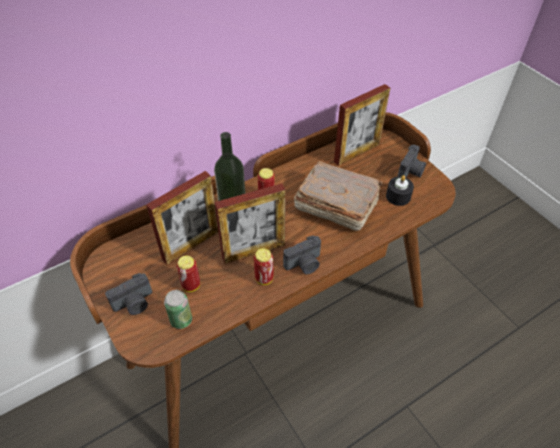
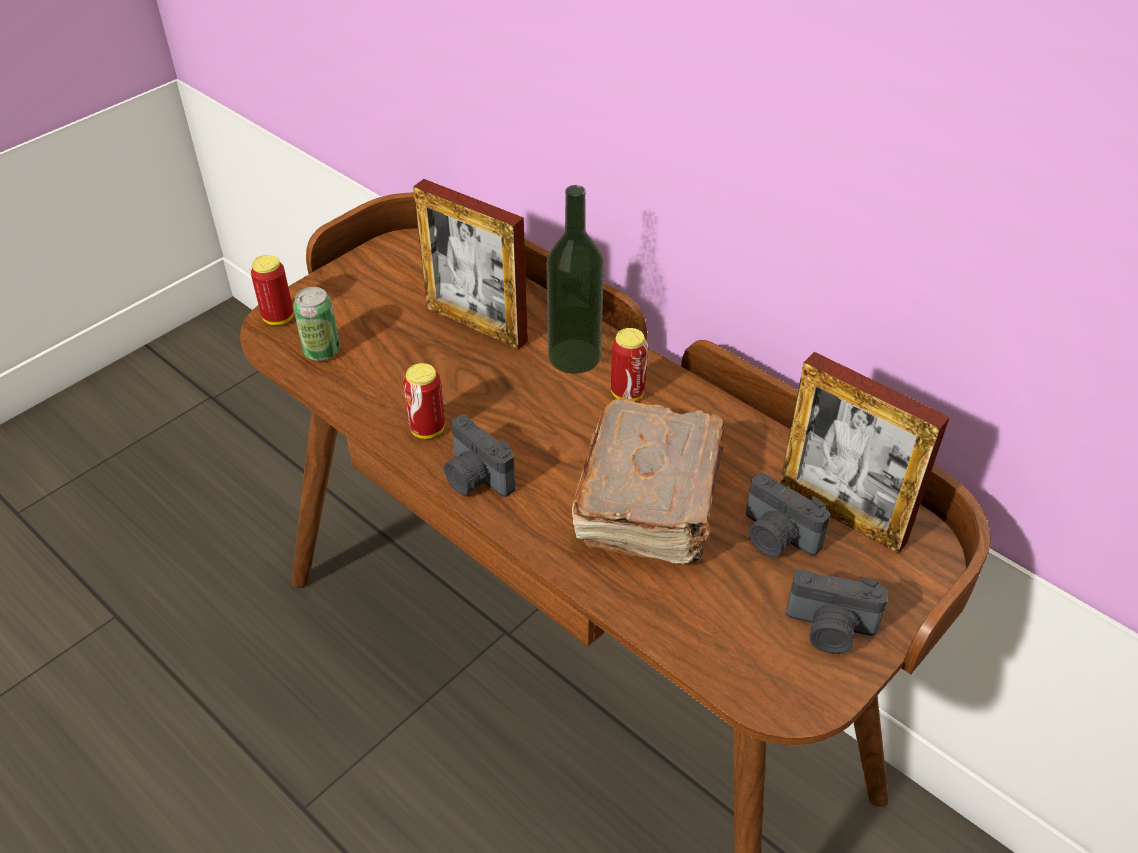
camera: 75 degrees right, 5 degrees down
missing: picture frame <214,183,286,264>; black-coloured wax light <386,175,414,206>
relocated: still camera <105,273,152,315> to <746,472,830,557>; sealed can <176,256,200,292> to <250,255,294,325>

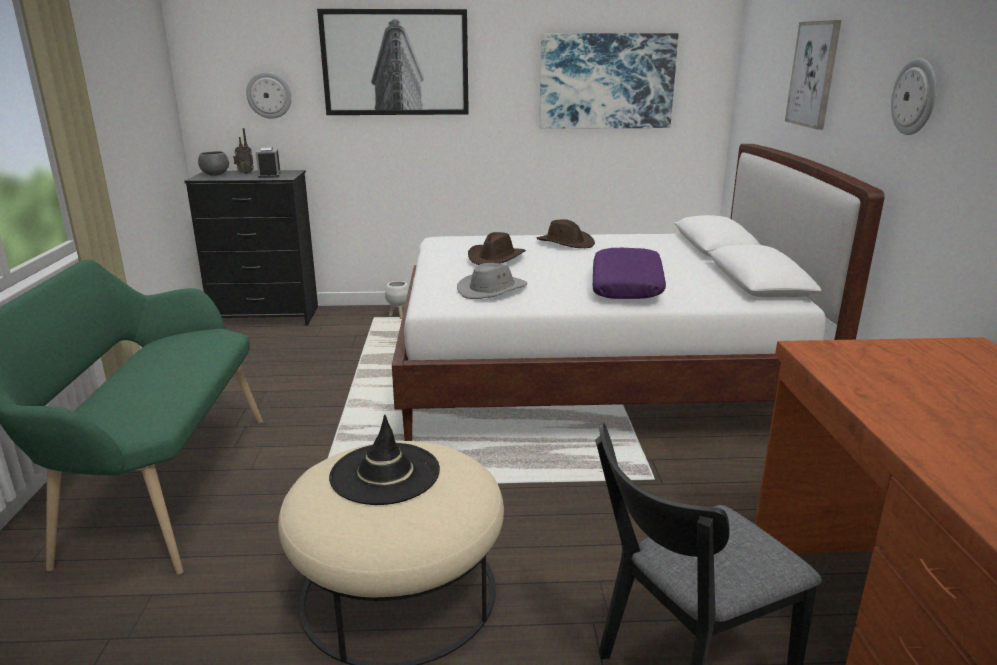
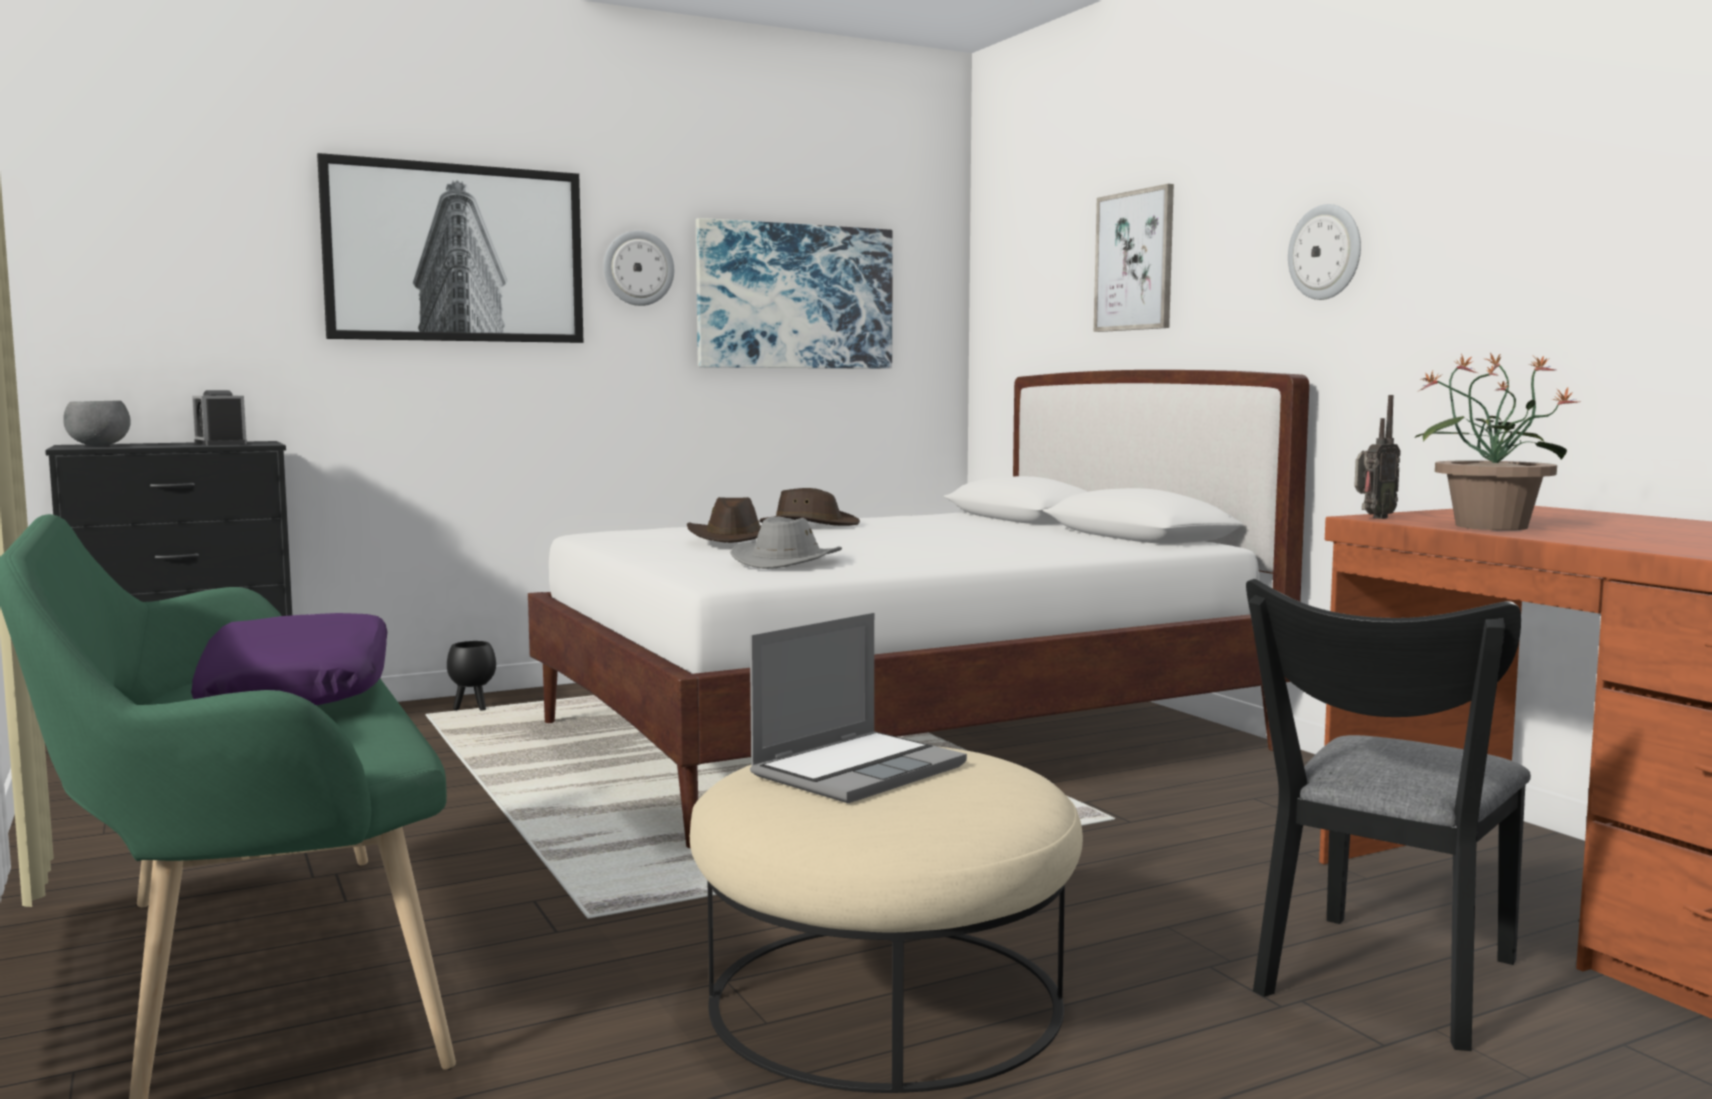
camera: 25 degrees left, 15 degrees down
appeared: potted plant <1415,353,1579,530>
relocated: radio set <233,128,254,174> to <1354,395,1400,519>; wall clock <246,72,292,119> to <604,231,674,306>; purple pillow <592,248,666,299> to <191,613,387,705>
exchanged: black-coloured wearable hat <329,415,440,505> to notebook computer <750,613,967,803>
colour: white-coloured flower pot <385,281,409,319> to black-coloured flower pot <447,641,496,710>

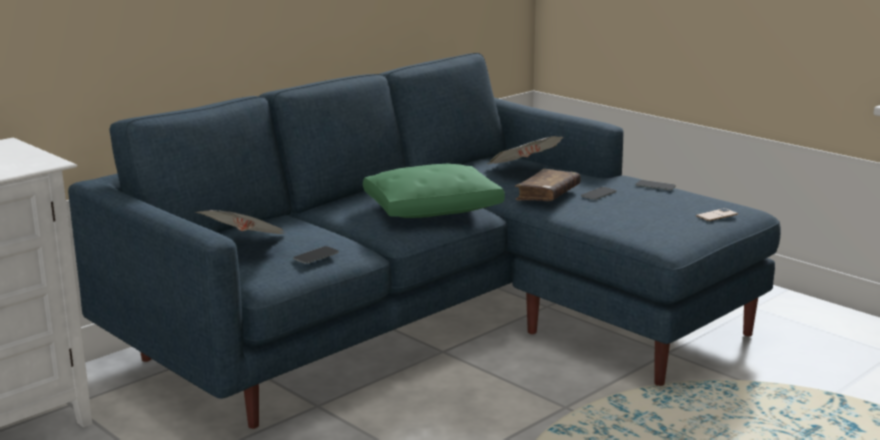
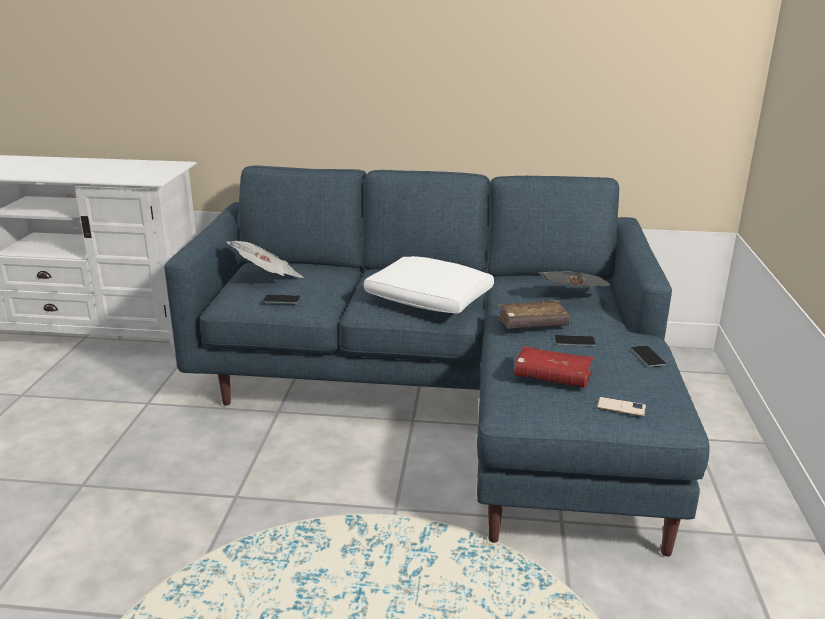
camera: 50 degrees right, 5 degrees up
appeared: reddish bound book <514,346,594,388>
colour: green pillow <363,164,505,218> to white-coloured pillow <364,256,494,314>

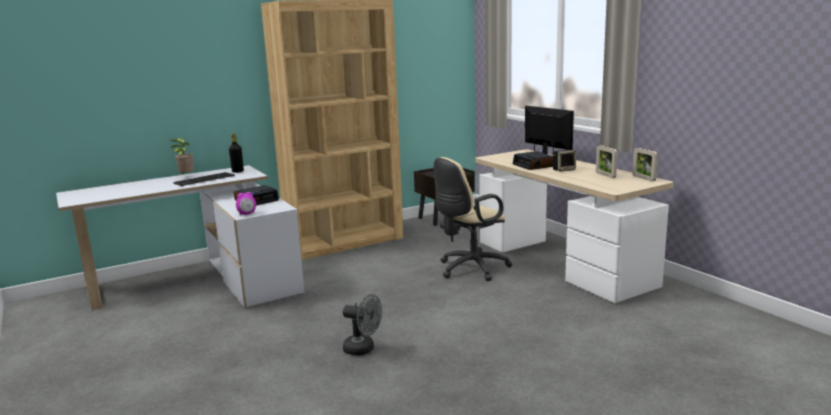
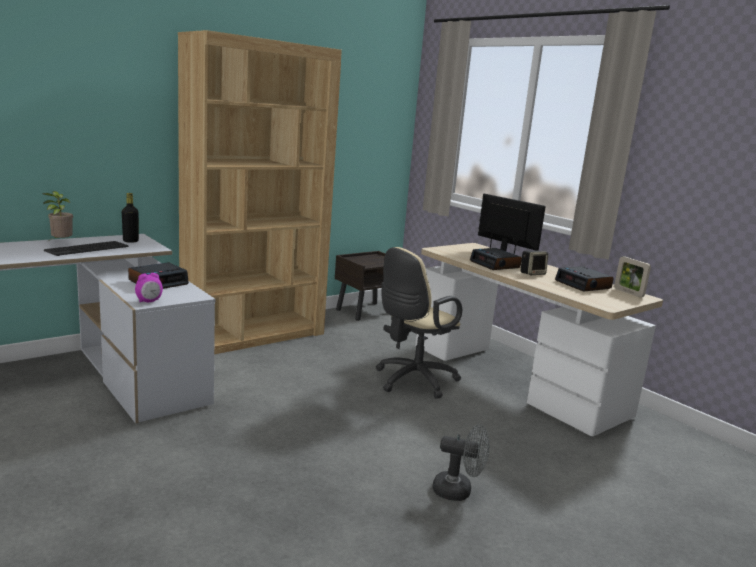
camera: 10 degrees left, 0 degrees up
relocated: greyish cooling fan <343,294,382,355> to <433,424,490,501>
exchanged: picture frame <596,145,617,178> to table clock <555,266,614,292>

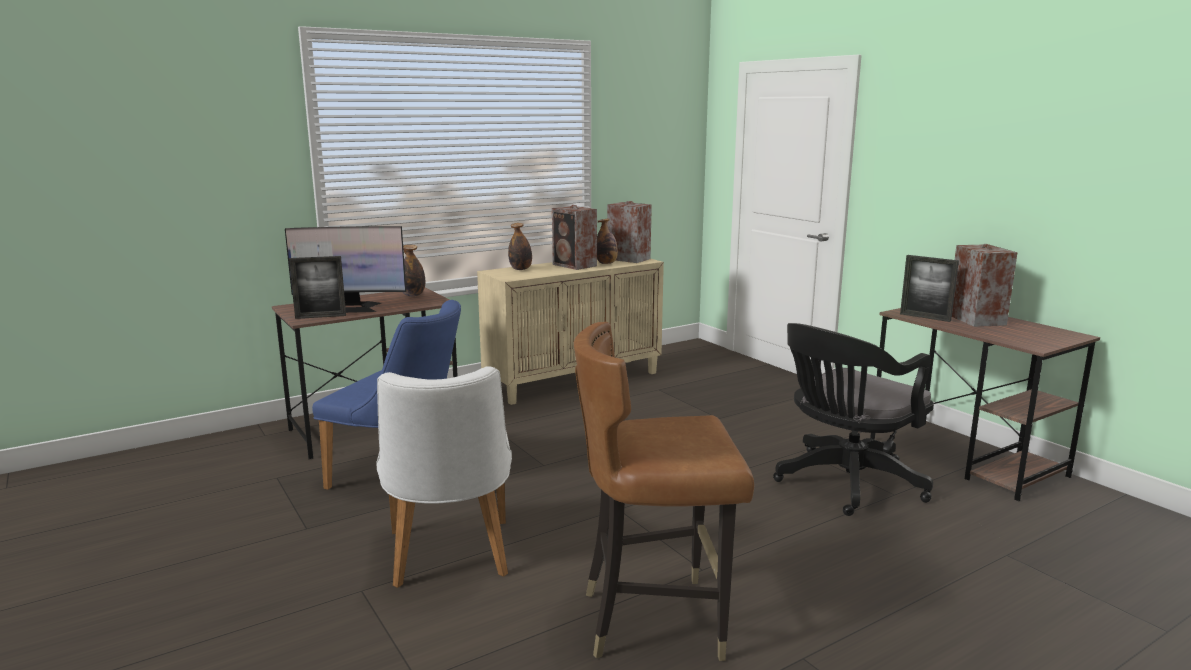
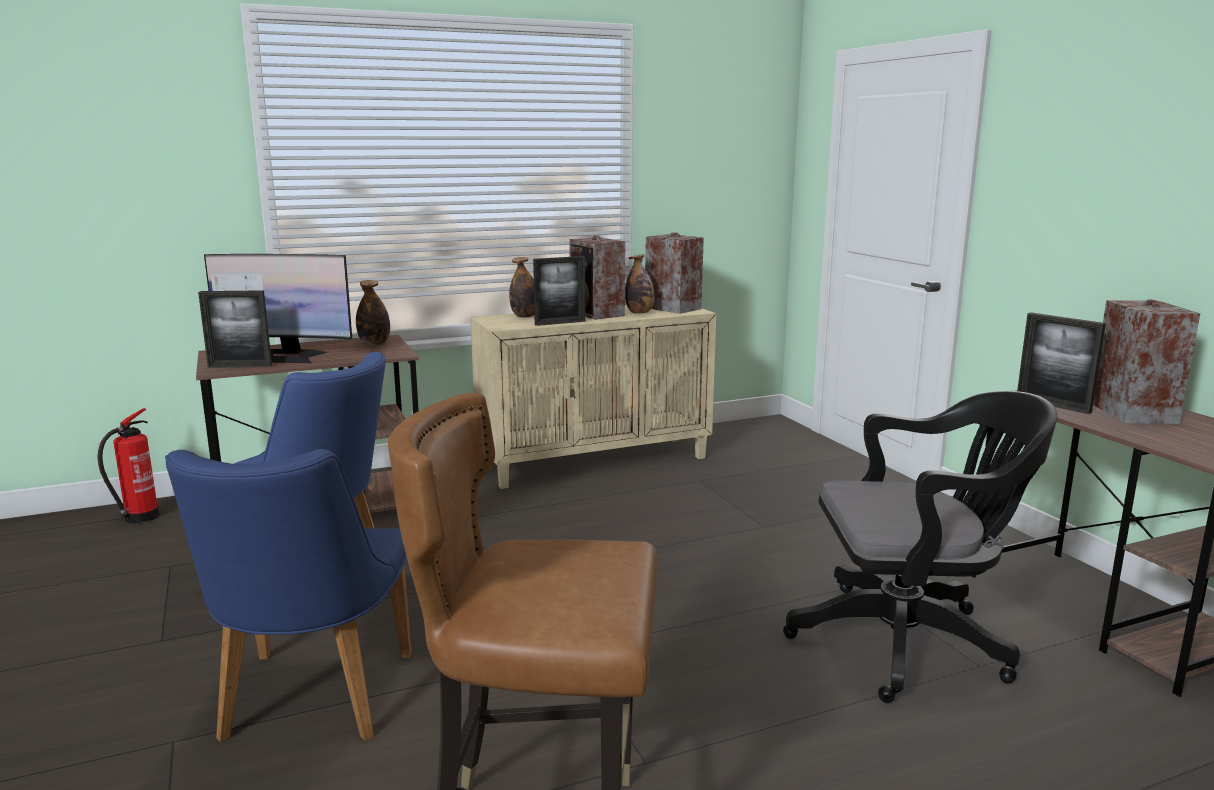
camera: 10 degrees right, 0 degrees up
appeared: extinguisher <97,408,159,524>; picture frame <533,256,585,326>
colour: white-coloured chair <376,366,512,588> to blue chair <165,449,412,742>
spun: black-coloured office chair <773,323,934,516> = <783,391,1057,703> 150 degrees counterclockwise

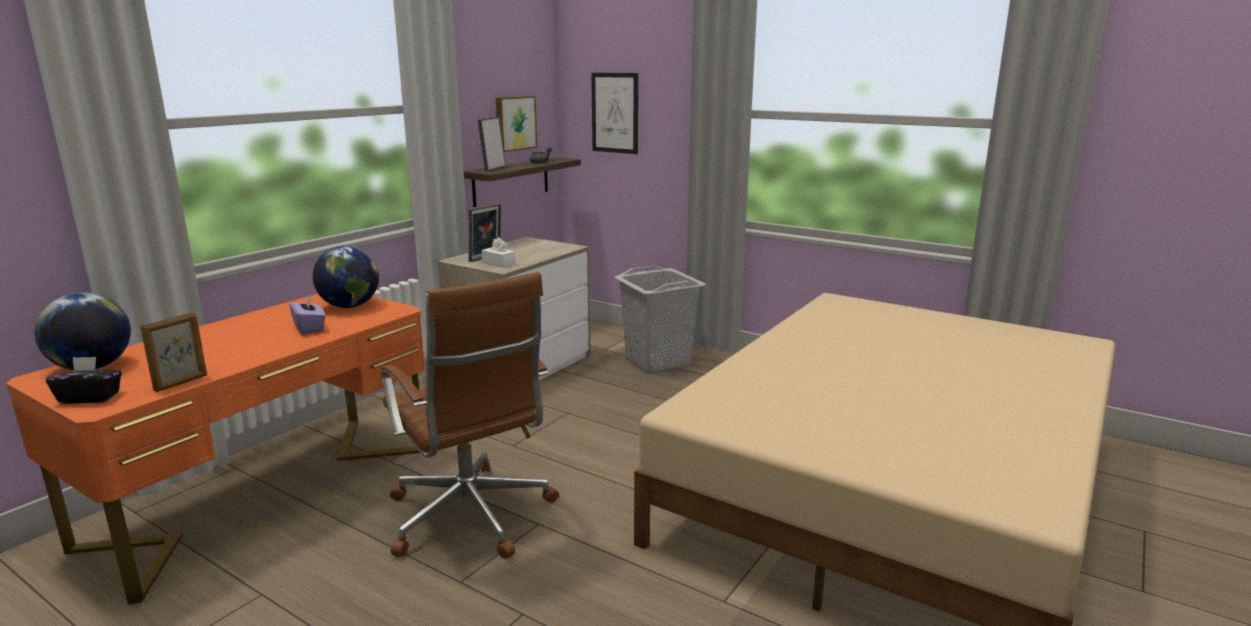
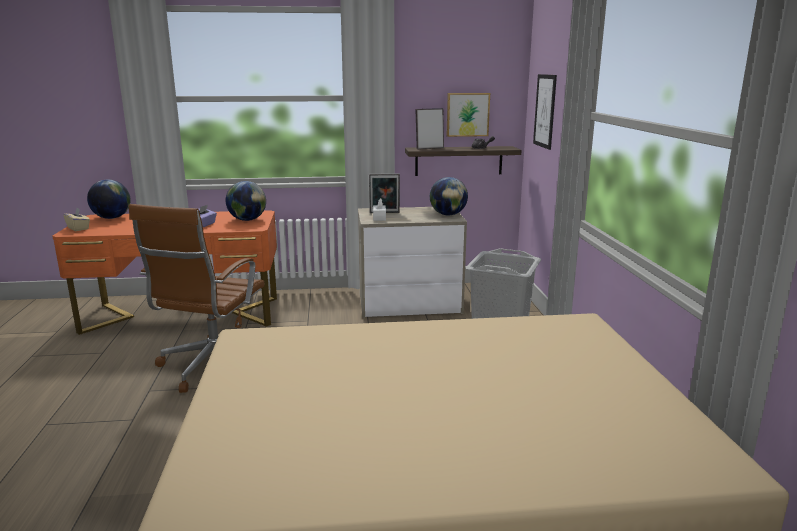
camera: 50 degrees right, 0 degrees up
missing: picture frame <140,312,207,392>
appeared: desk globe <430,177,468,215>
colour: black-coloured tissue box <46,357,122,404> to beige-coloured tissue box <63,208,90,231>

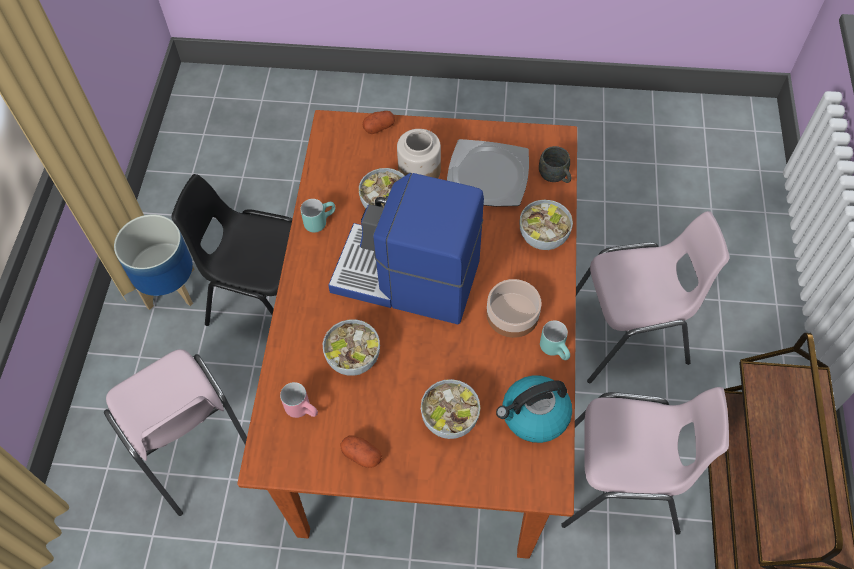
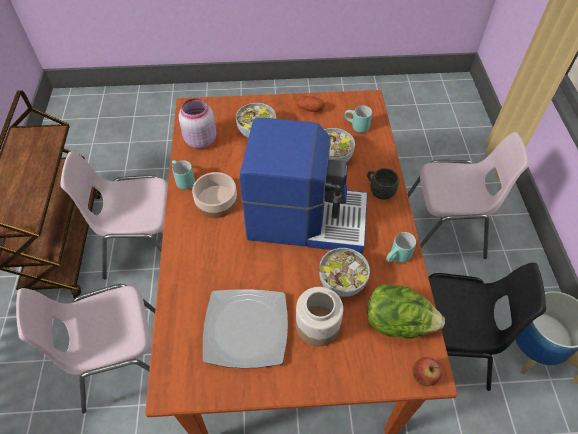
camera: 170 degrees right, 5 degrees down
missing: potato <363,111,395,134>; deep dish <519,199,573,250>
appeared: lettuce head <367,284,445,339>; apple <412,357,442,386>
relocated: greyish mug <539,146,571,183> to <367,168,399,200>
exchanged: water kettle <496,375,572,443> to pink jar <178,98,217,149>
colour: pink mug <280,382,318,418> to blue-green mug <345,106,372,133>
spun: pink chair <104,349,247,516> = <407,132,530,259> 135 degrees clockwise

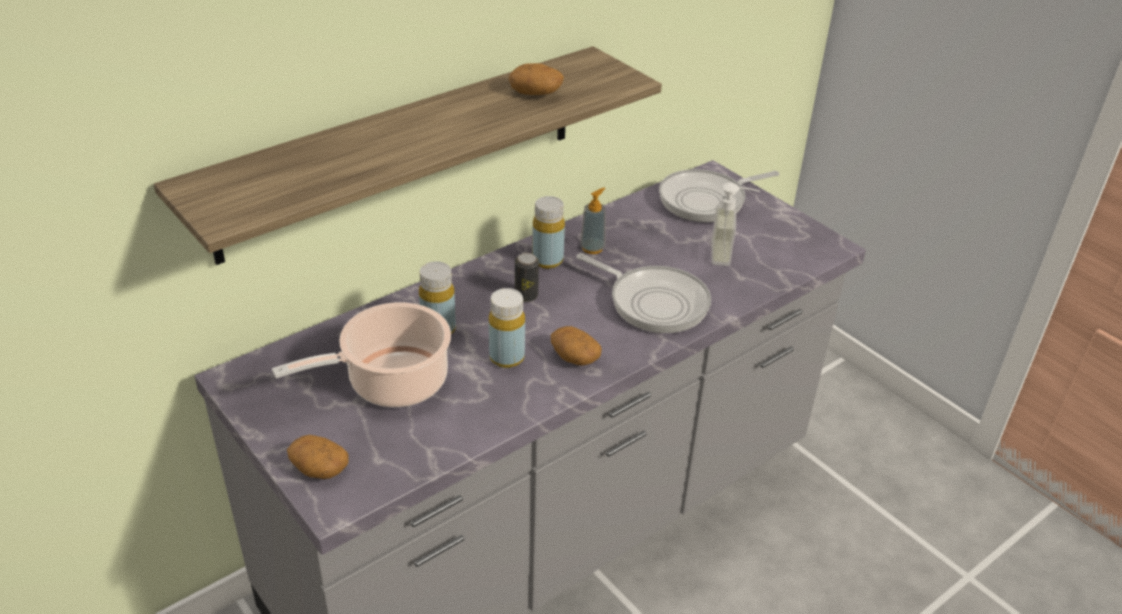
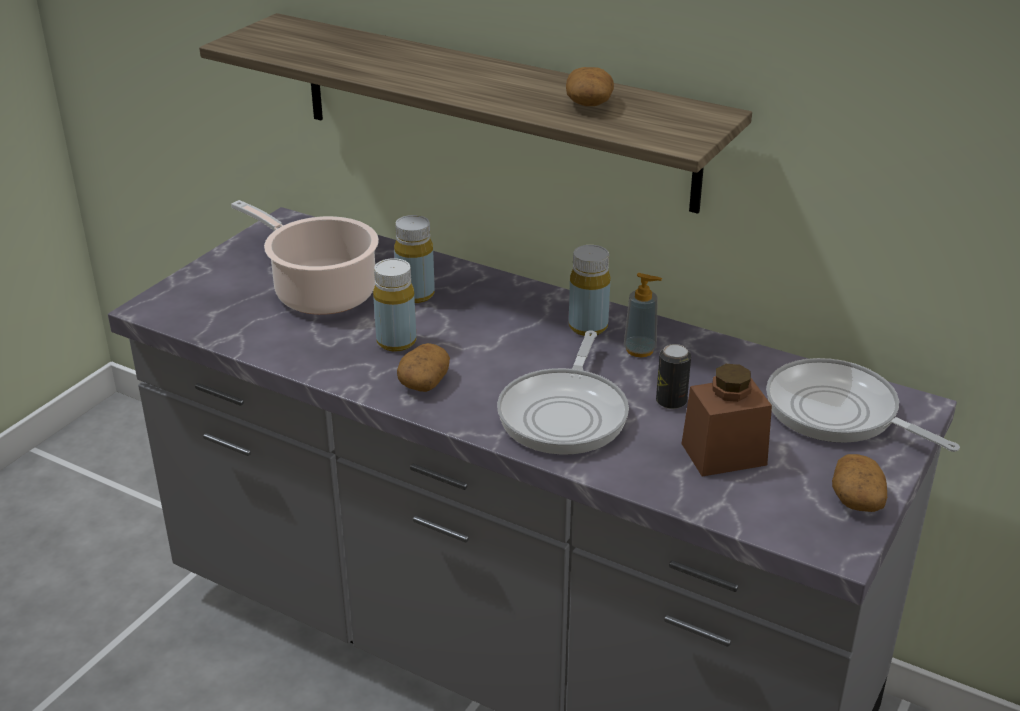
camera: 70 degrees right, 5 degrees down
relocated: potato <287,435,349,479> to <832,454,887,512>; sealed can <515,253,539,302> to <656,344,691,409>
exchanged: soap dispenser <711,183,760,266> to brown-coloured jar <682,364,772,477>

